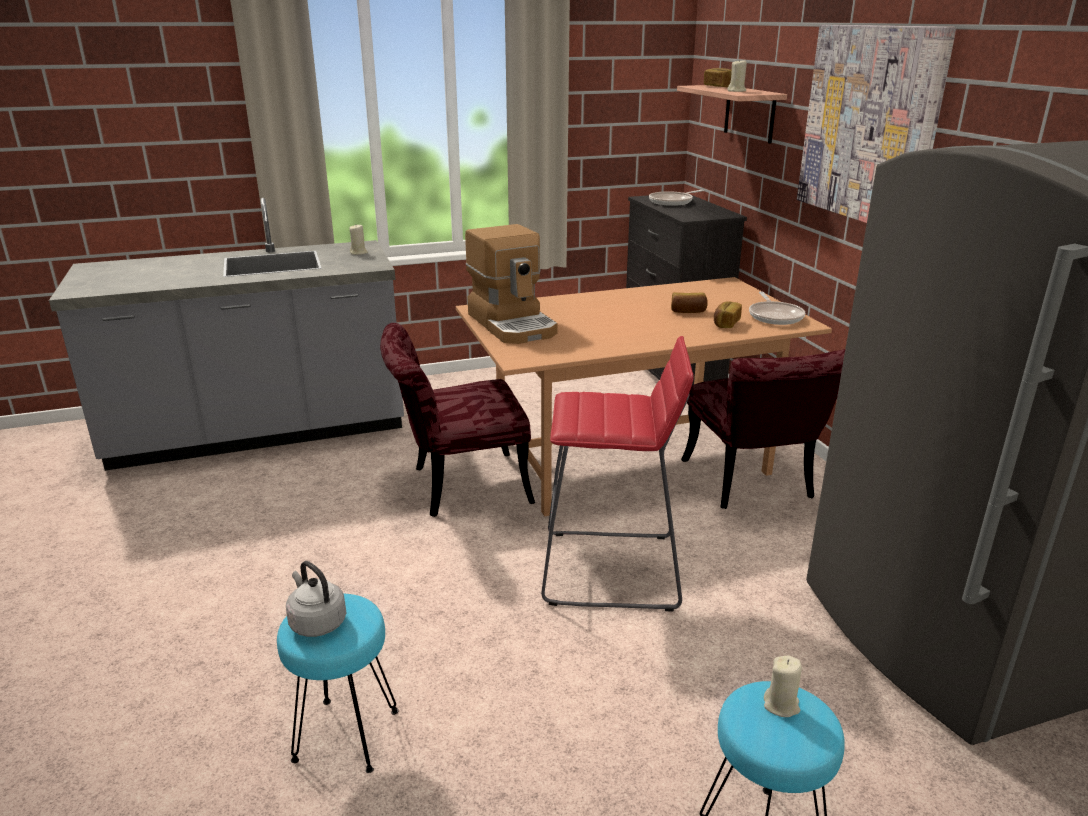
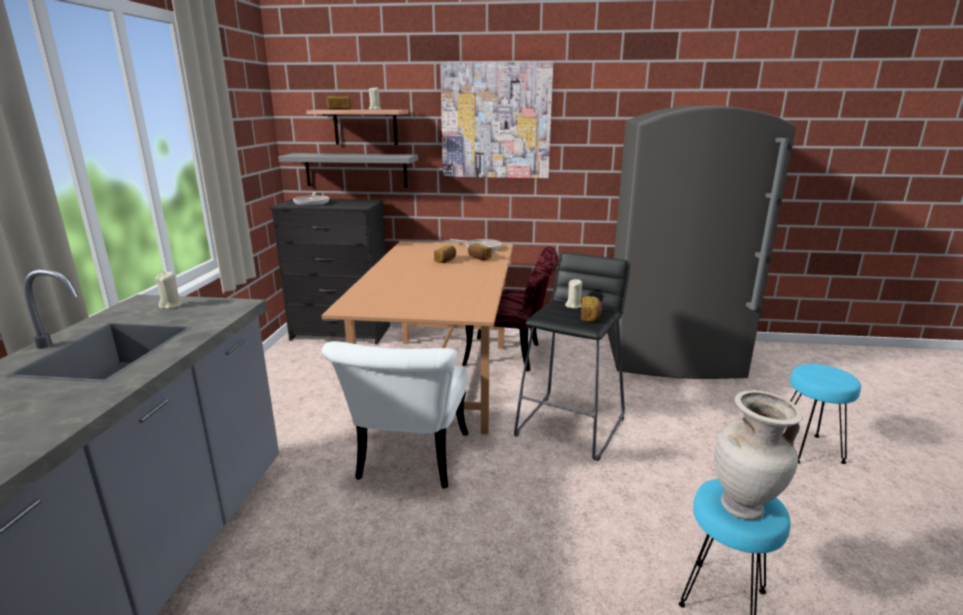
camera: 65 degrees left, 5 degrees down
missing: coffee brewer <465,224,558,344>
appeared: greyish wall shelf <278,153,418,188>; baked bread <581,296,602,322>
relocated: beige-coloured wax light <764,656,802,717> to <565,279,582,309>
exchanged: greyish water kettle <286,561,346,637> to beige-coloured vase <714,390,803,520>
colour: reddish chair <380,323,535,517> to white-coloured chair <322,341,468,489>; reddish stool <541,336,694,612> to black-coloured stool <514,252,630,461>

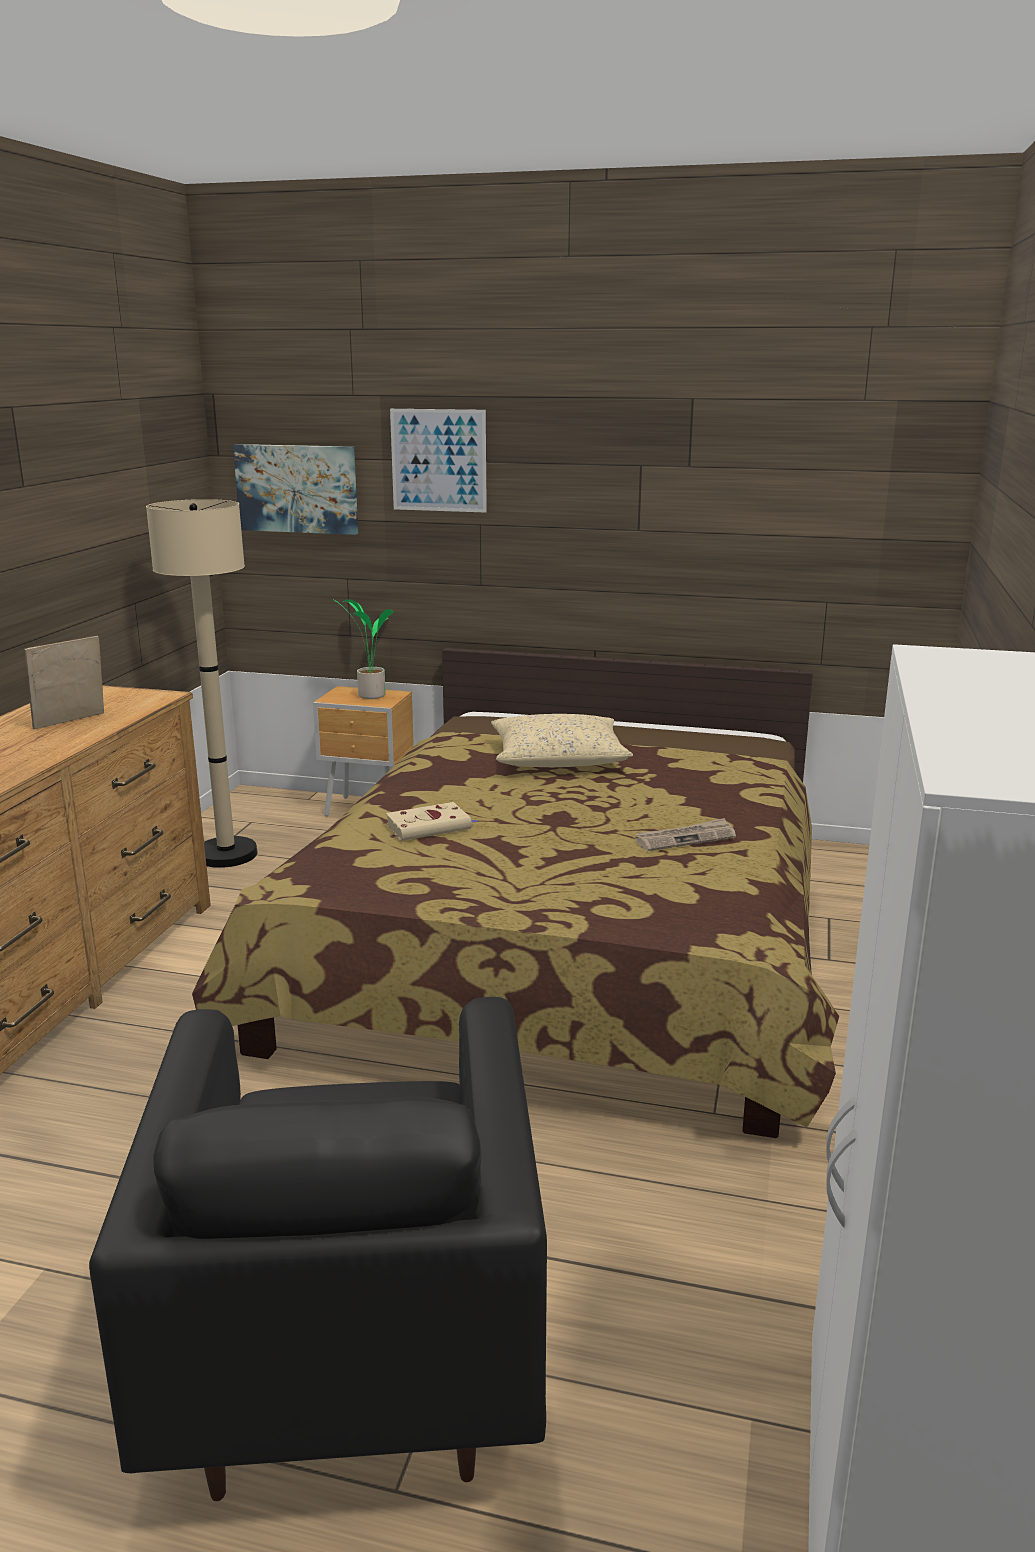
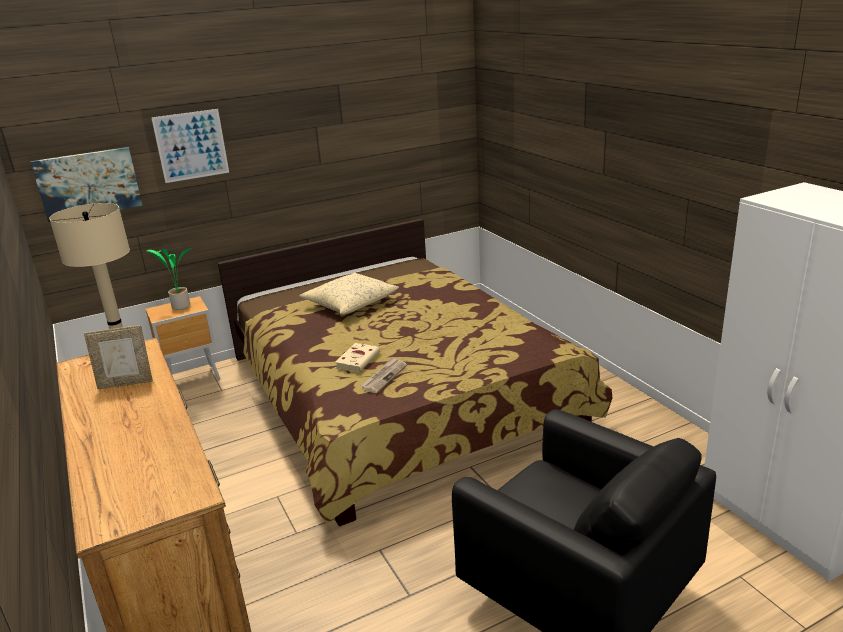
camera: 40 degrees left, 5 degrees up
relocated: daily paper <635,818,736,851> to <360,357,407,393>
spun: picture frame <24,636,104,729> = <84,325,153,389> 105 degrees counterclockwise

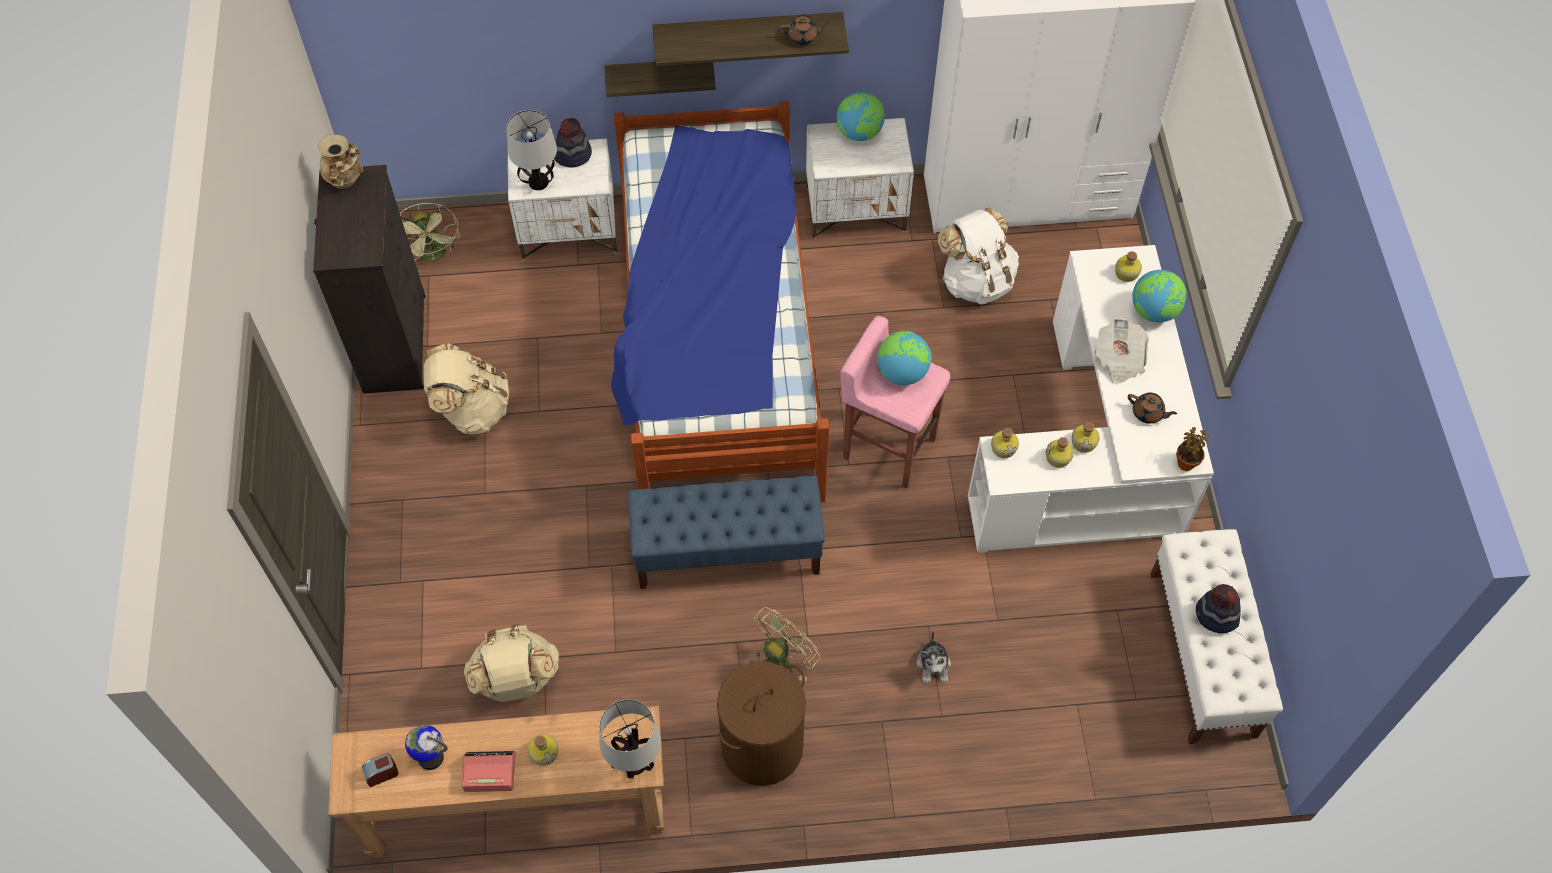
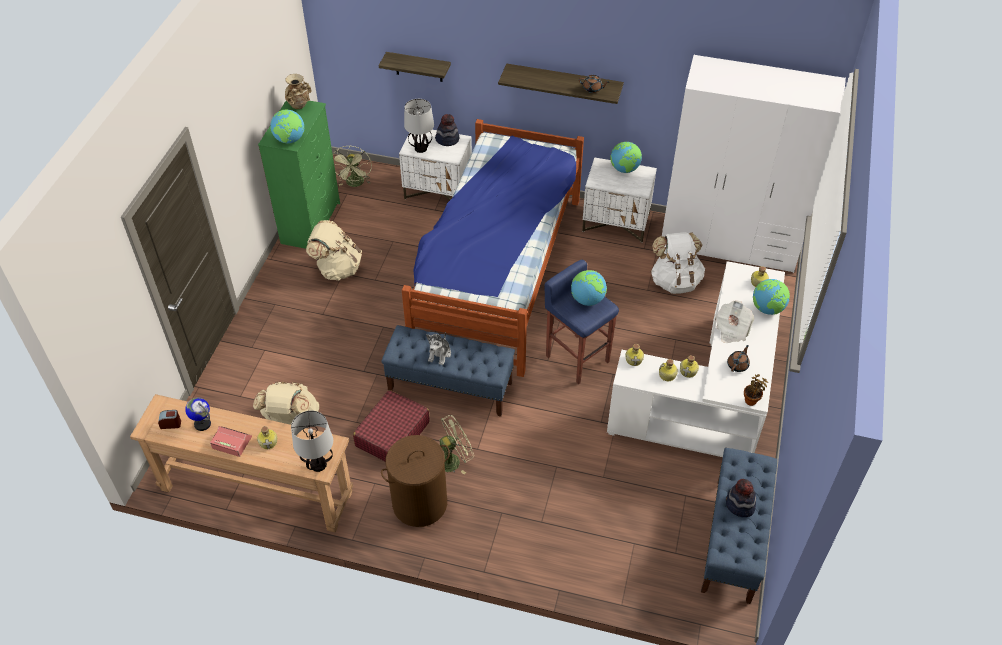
camera: 20 degrees right, 10 degrees down
appeared: desk globe <270,110,304,143>; reddish piece of luggage <353,390,430,462>
relocated: wall shelf <604,62,716,97> to <379,52,451,82>; plush toy <917,631,951,683> to <426,332,451,365>
colour: black-coloured drawer chest <313,165,426,394> to green drawer chest <258,101,340,249>; pink stool <840,316,950,488> to blue stool <544,259,619,384>; white-coloured bench <1150,529,1283,744> to blue bench <701,448,777,604>
spun: brown-coloured pot for tea <1128,393,1177,424> = <727,345,750,372> 105 degrees counterclockwise

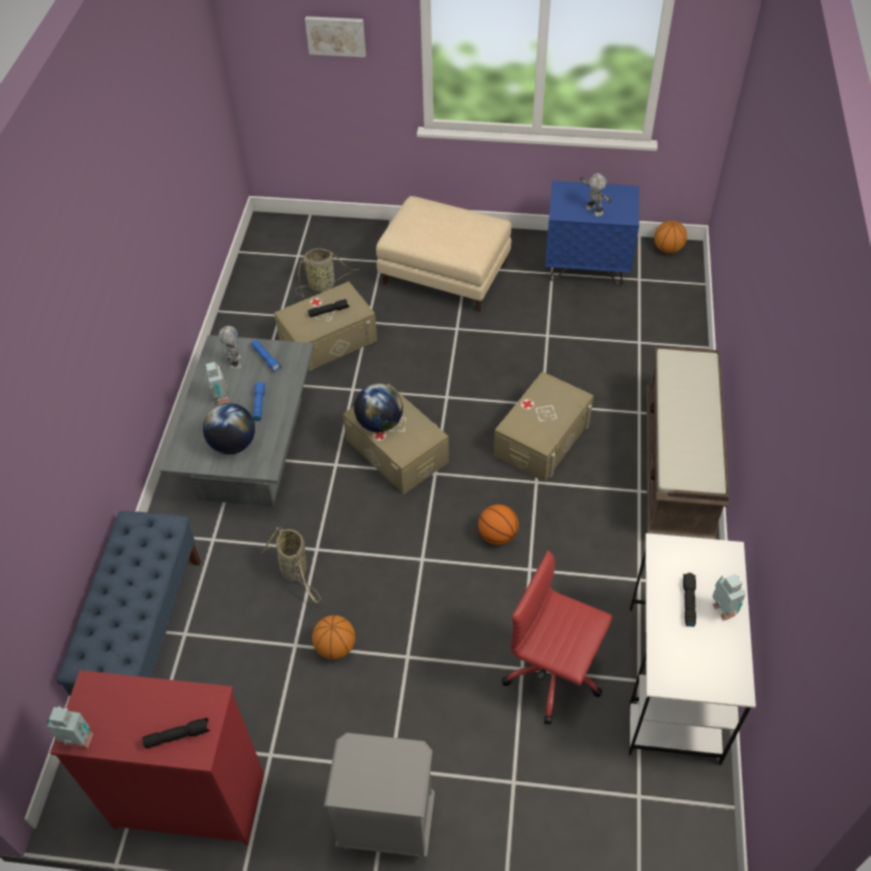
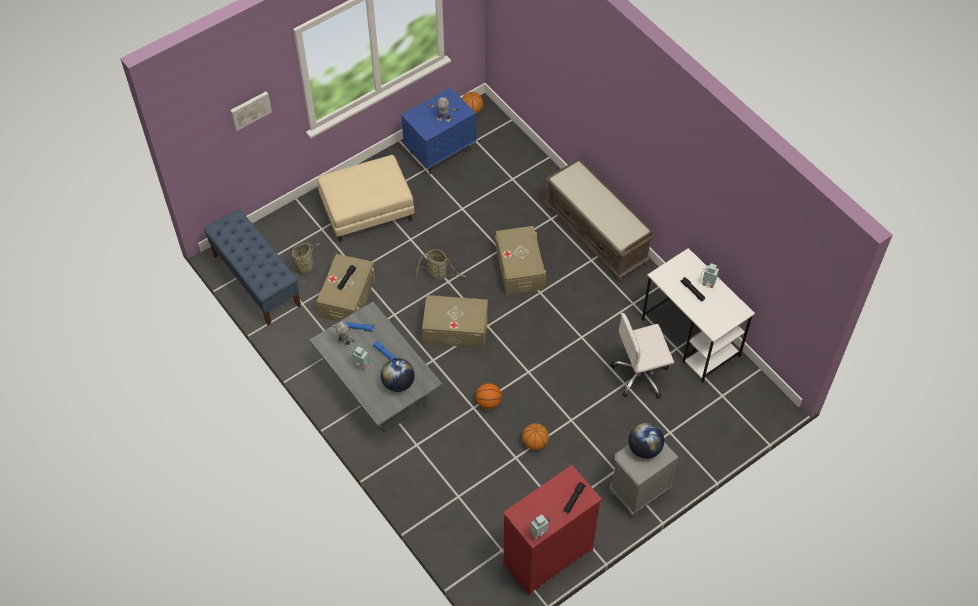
camera: 45 degrees left, 5 degrees up
relocated: blue bench <56,511,201,696> to <204,209,301,326>; household basket <261,527,321,603> to <416,249,467,280>; desk globe <354,384,403,432> to <628,423,664,459>; basketball ball <478,504,519,545> to <475,383,502,409>
colour: reddish office chair <502,551,612,725> to white-coloured office chair <611,313,674,399>

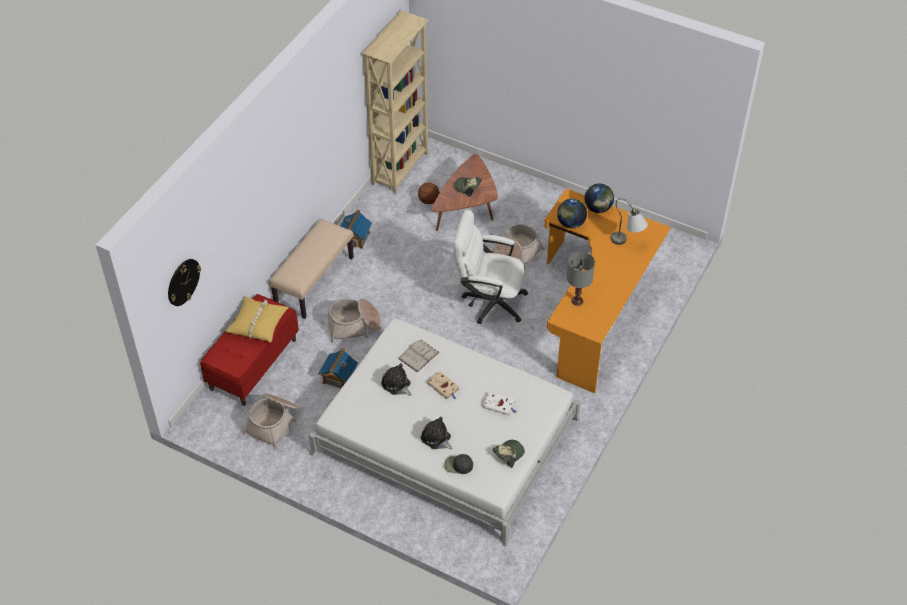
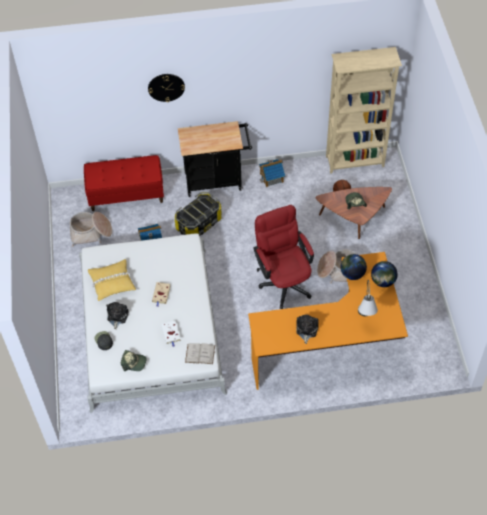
camera: 55 degrees right, 5 degrees up
missing: greyish table lamp <567,252,595,306>
relocated: wall clock <168,259,201,306> to <148,74,185,102>; yellowish pillow <225,296,289,342> to <88,259,136,301>; plush toy <381,363,412,396> to <296,315,319,344>; white-coloured bound book <398,339,440,372> to <185,343,215,364>
exchanged: beige-coloured bench <269,219,354,319> to black-coloured cart <178,121,252,197>; household basket <327,299,382,343> to storage container <175,192,222,236>
colour: white-coloured office chair <453,210,528,324> to reddish office chair <253,205,314,309>

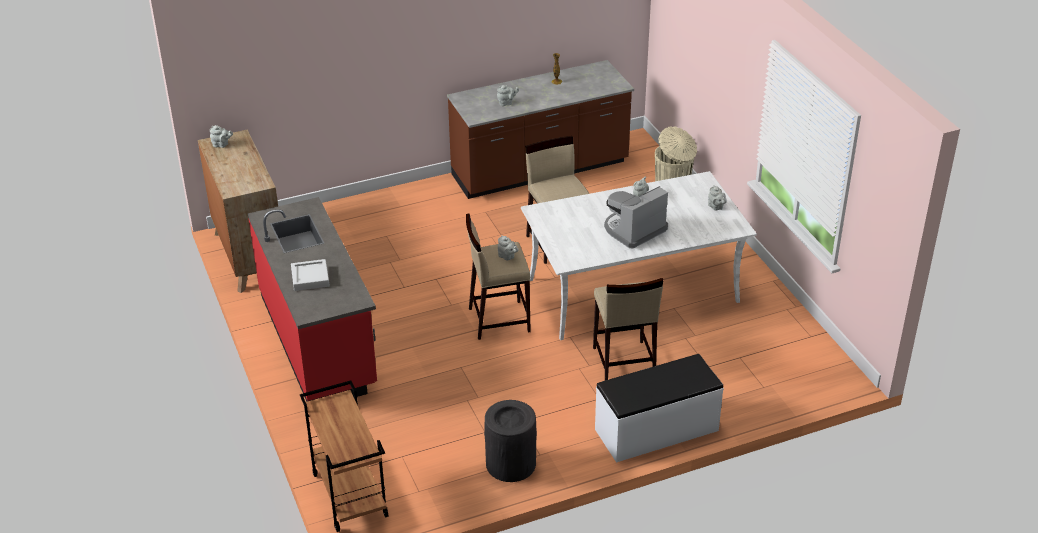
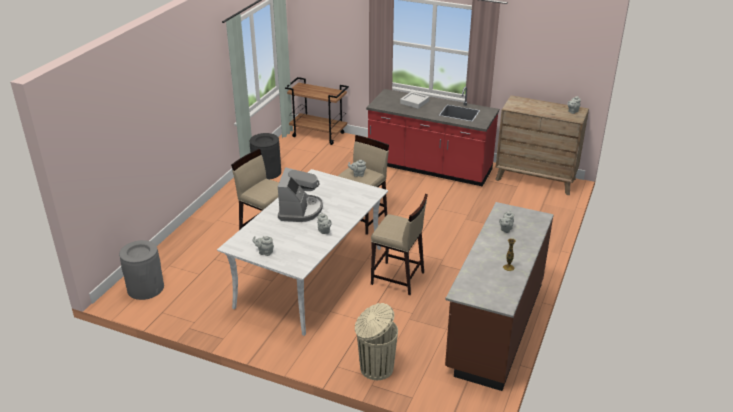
camera: 135 degrees right, 5 degrees down
missing: white-coloured bench <595,354,724,463>
appeared: greyish trash can <119,240,164,300>

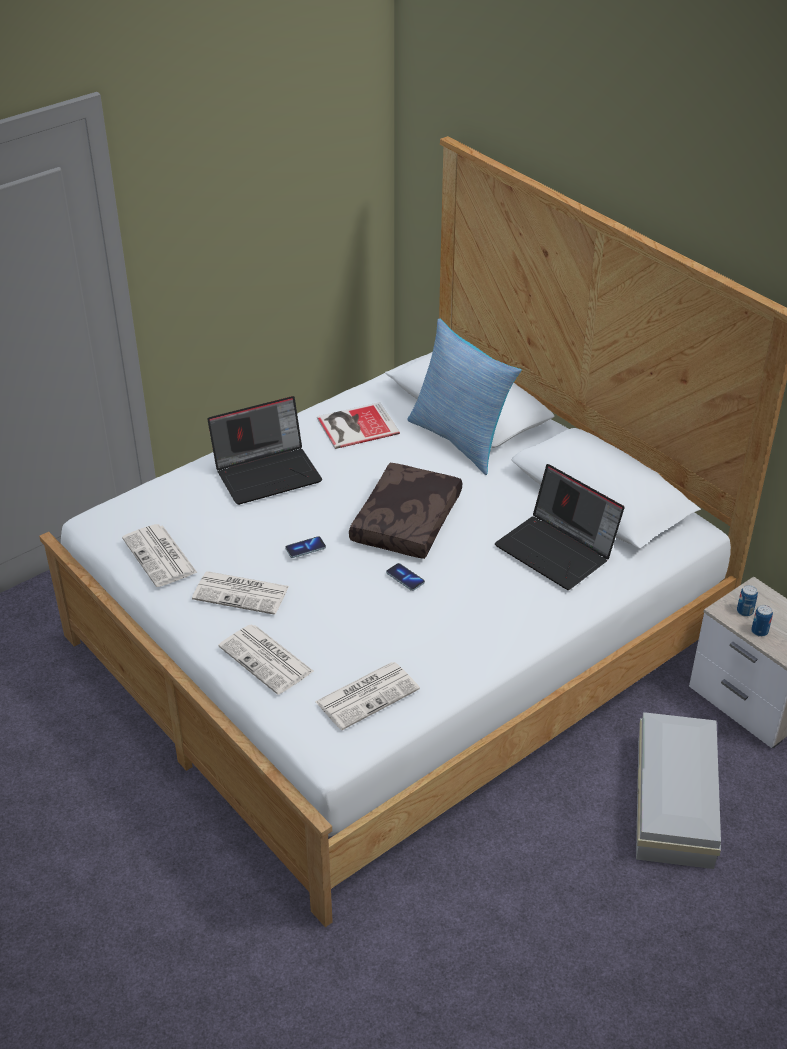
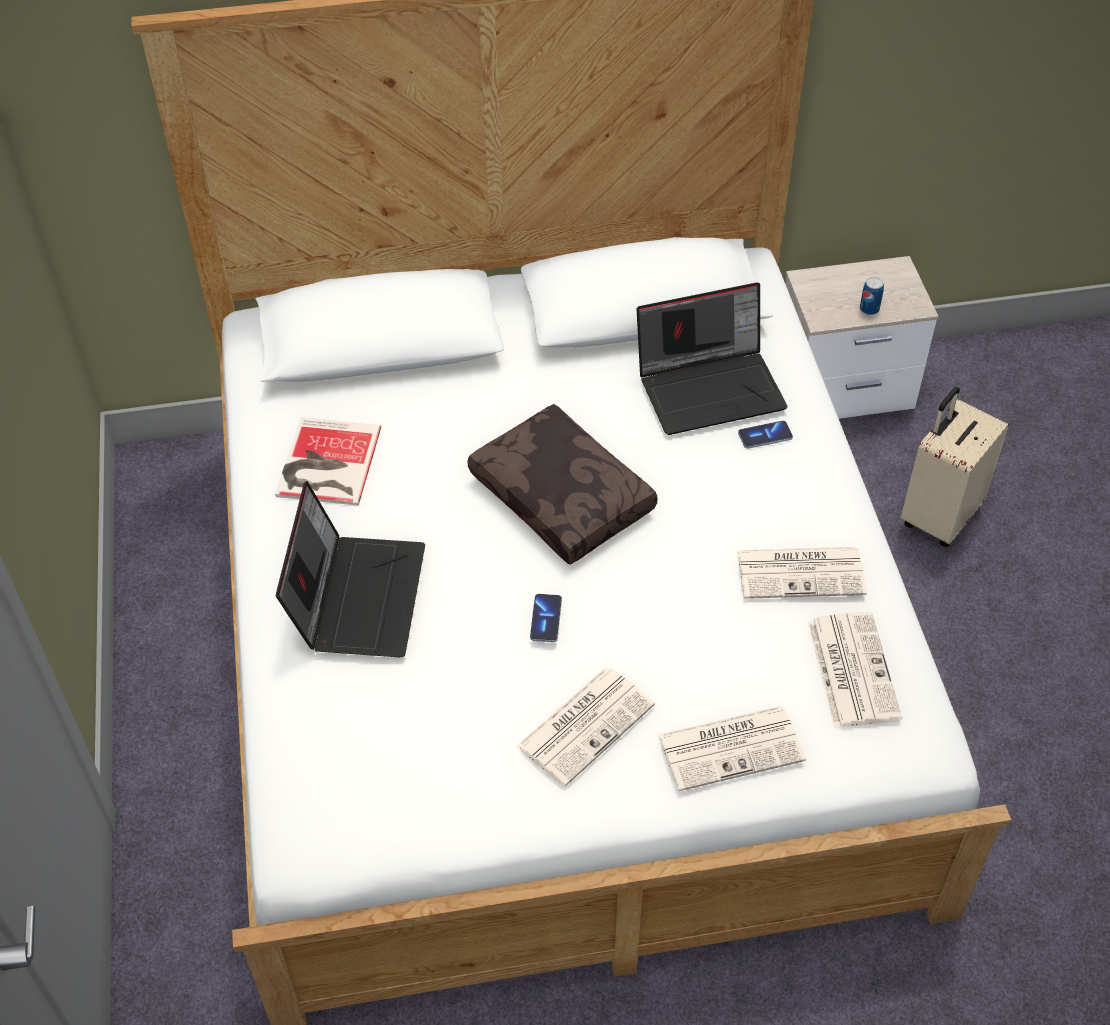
camera: 60 degrees left, 10 degrees up
missing: pillow <407,319,522,475>; sealed can <737,585,758,617>
relocated: daily paper <122,524,197,587> to <737,547,867,599>; handset <386,563,425,591> to <738,421,793,449>
exchanged: white-coloured storage container <636,712,721,869> to beige-coloured piece of luggage <901,387,1009,547>

